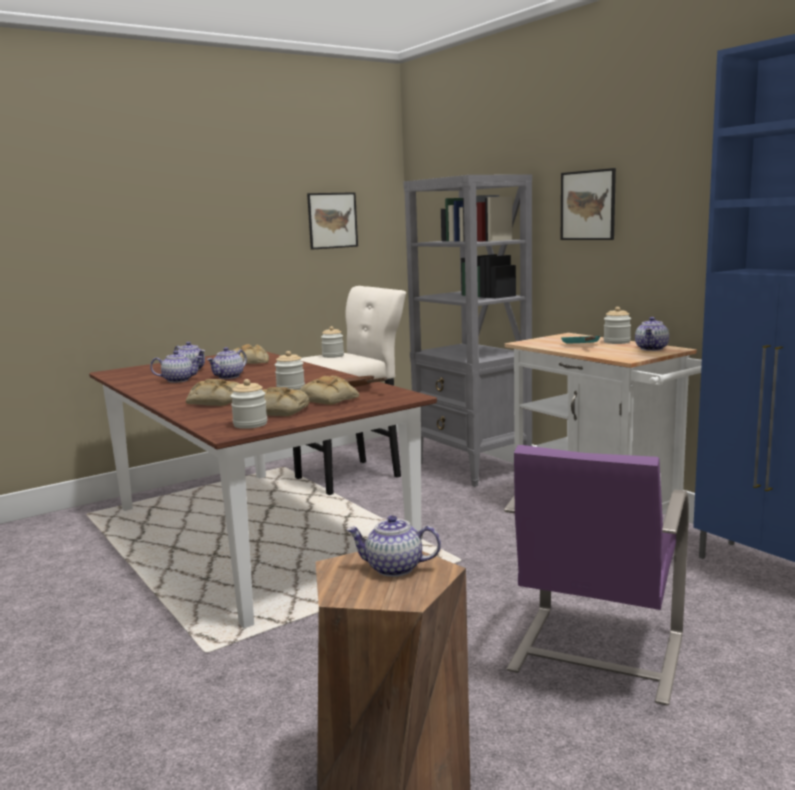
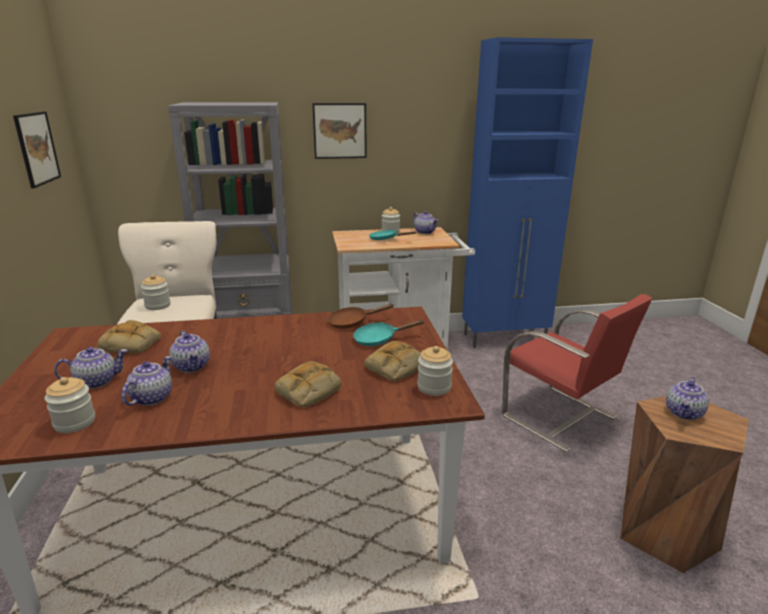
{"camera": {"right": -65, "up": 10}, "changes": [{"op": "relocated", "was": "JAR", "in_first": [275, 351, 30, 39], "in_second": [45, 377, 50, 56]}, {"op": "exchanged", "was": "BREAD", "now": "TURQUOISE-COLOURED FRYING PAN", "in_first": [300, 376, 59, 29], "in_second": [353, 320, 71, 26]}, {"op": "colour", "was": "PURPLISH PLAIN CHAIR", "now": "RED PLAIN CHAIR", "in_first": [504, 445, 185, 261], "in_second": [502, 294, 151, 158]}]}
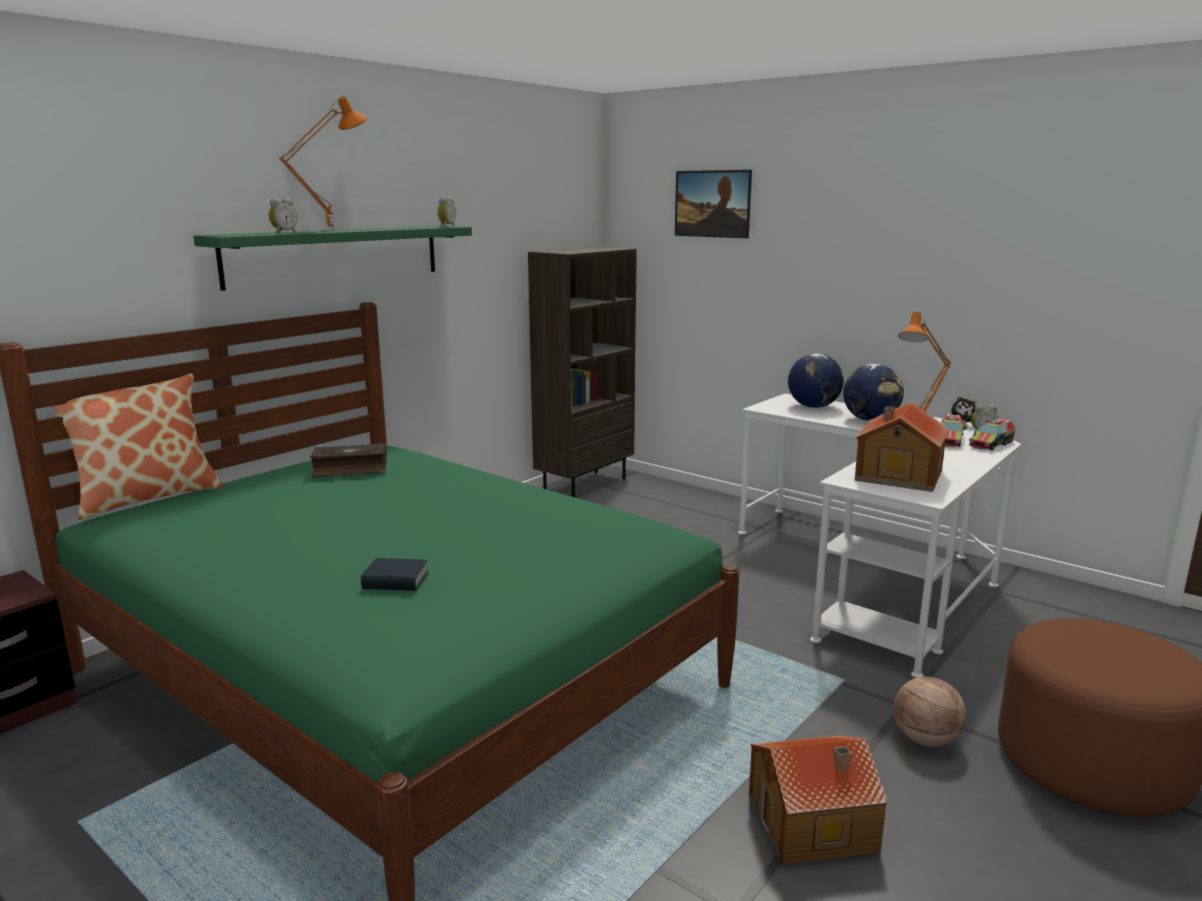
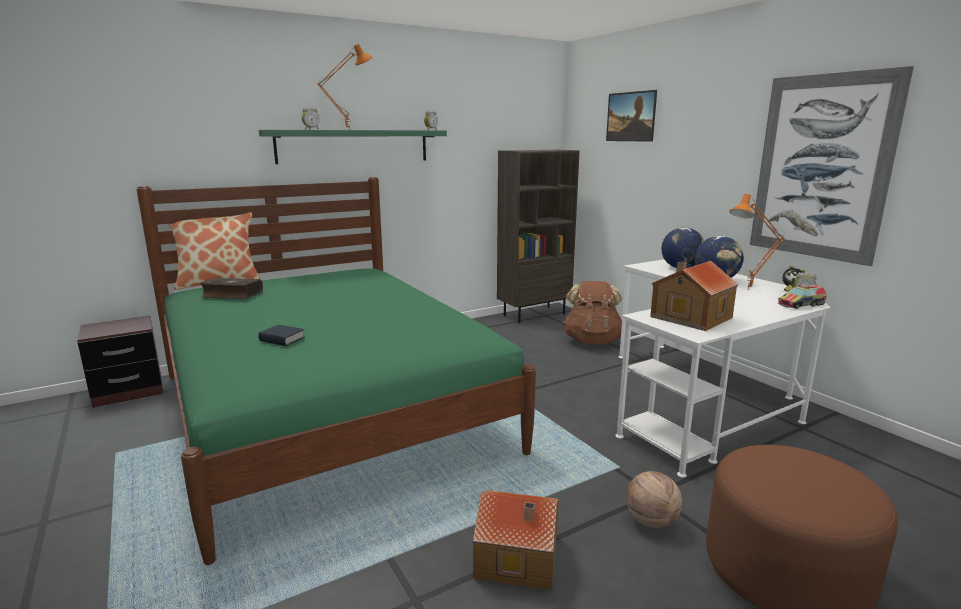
{"camera": {"right": 20, "up": 0}, "changes": [{"op": "missing", "was": "TOY TRUCK", "in_first": [941, 414, 23, 33]}, {"op": "relocated", "was": "VOLUME", "in_first": [310, 443, 77, 34], "in_second": [200, 278, 63, 21]}, {"op": "appeared", "now": "WALL PICTURE", "in_second": [750, 66, 164, 200]}, {"op": "appeared", "now": "BROWN RUCKSACK", "in_second": [563, 281, 59, 63]}]}
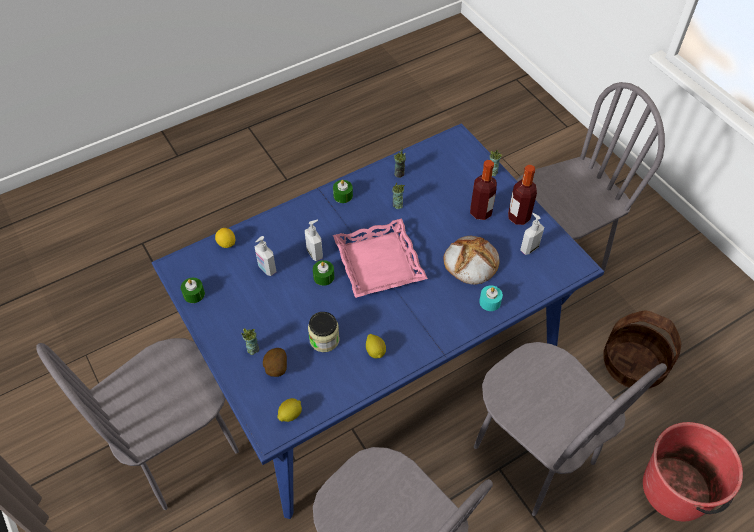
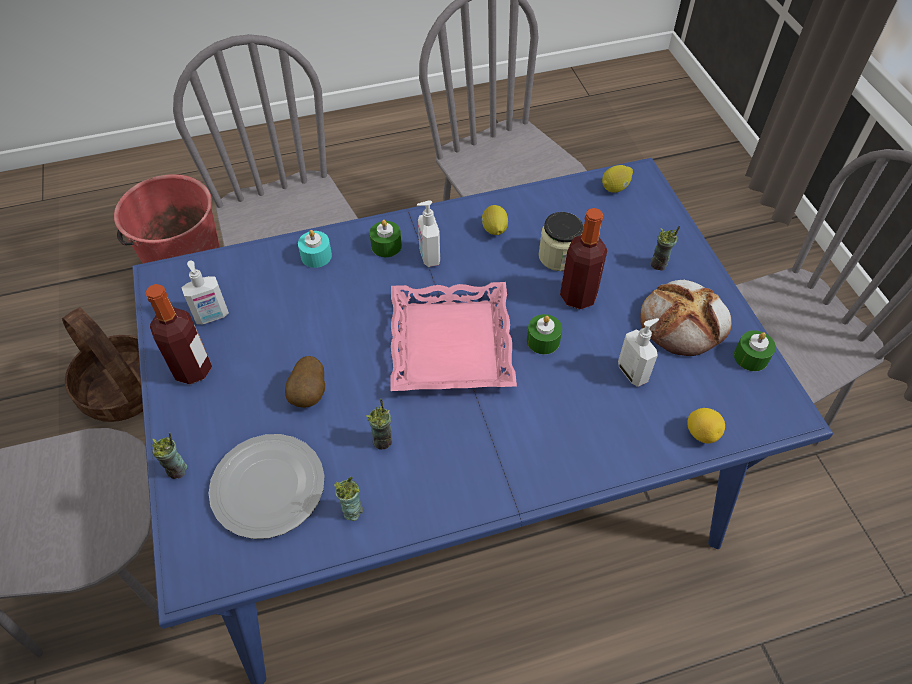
{"camera": {"right": -165, "up": 0}, "changes": [{"op": "relocated", "was": "BEVERAGE BOTTLE", "in_first": [470, 160, 27, 60], "in_second": [560, 208, 47, 101]}, {"op": "relocated", "was": "GREEN WAX LIGHT", "in_first": [333, 180, 20, 23], "in_second": [370, 220, 32, 37]}, {"op": "relocated", "was": "SOAP DISPENSER", "in_first": [305, 220, 18, 41], "in_second": [417, 200, 23, 67]}, {"op": "relocated", "was": "BREAD", "in_first": [443, 236, 57, 49], "in_second": [640, 279, 92, 77]}, {"op": "relocated", "was": "POTATO", "in_first": [263, 348, 24, 29], "in_second": [285, 356, 40, 52]}, {"op": "appeared", "now": "PLATE", "in_second": [209, 434, 116, 105]}]}
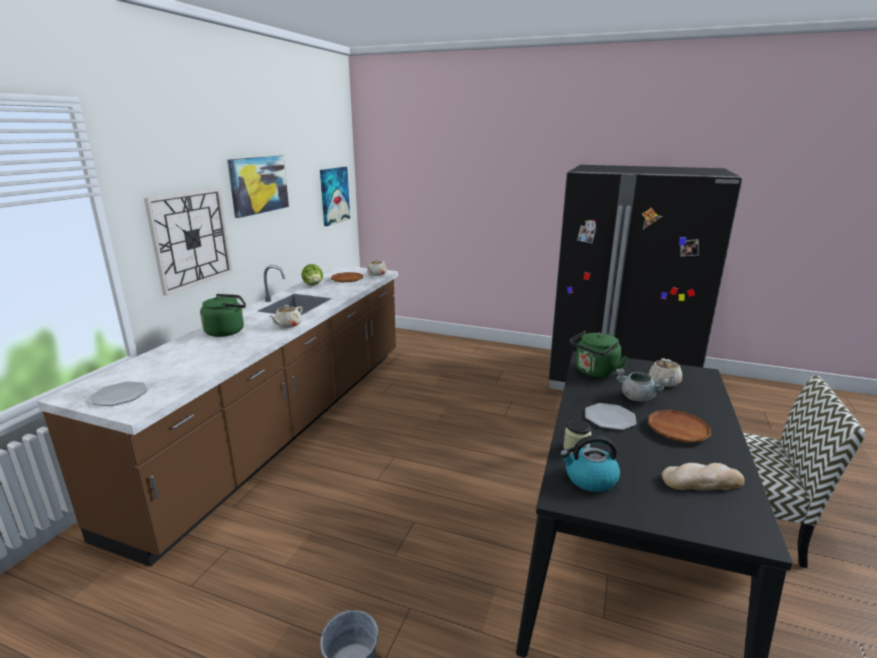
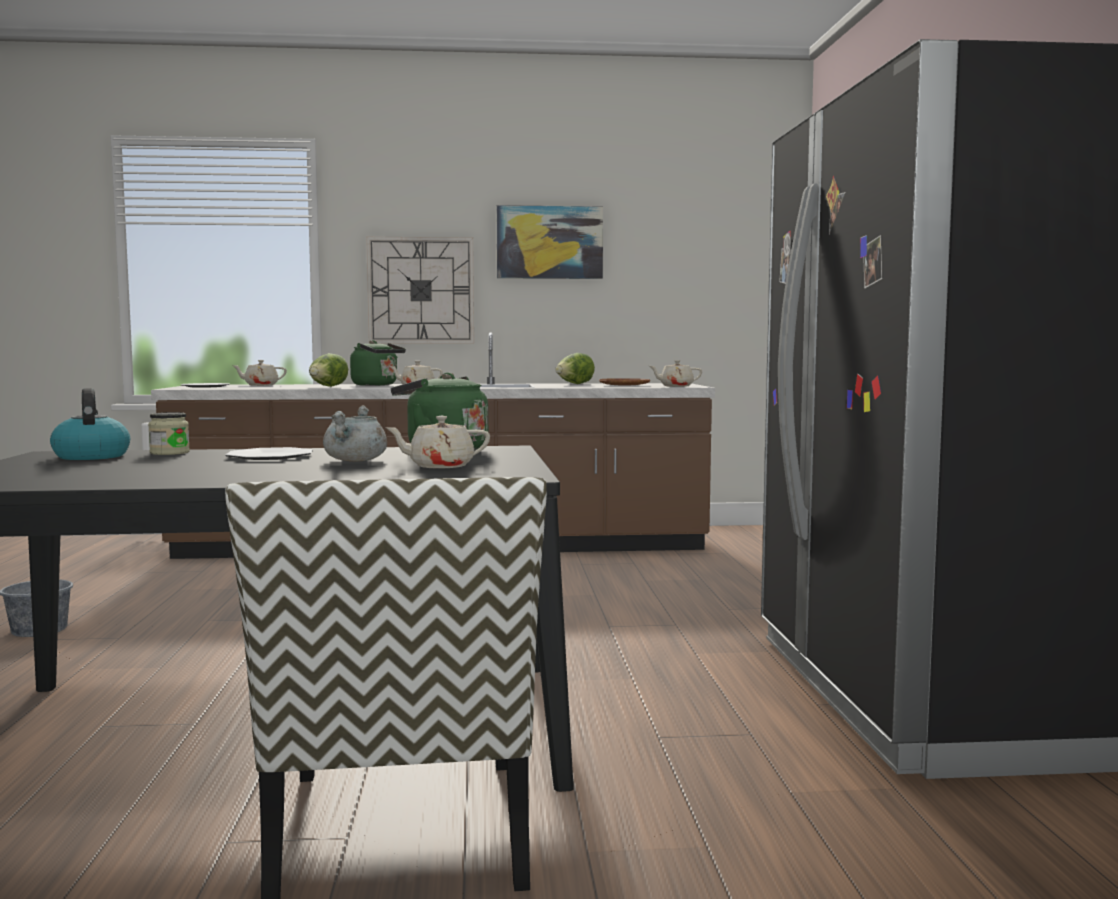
{"camera": {"right": 65, "up": -15}, "changes": [{"op": "missing", "was": "WALL PICTURE", "in_first": [320, 167, 30, 59]}, {"op": "missing", "was": "BROWN PLATE", "in_first": [648, 409, 63, 34]}, {"op": "missing", "was": "BREAD", "in_first": [662, 463, 83, 28]}, {"op": "appeared", "now": "LETTUCE HEAD", "in_second": [309, 353, 39, 34]}, {"op": "appeared", "now": "BEIGE POT FOR TEA", "in_second": [232, 360, 55, 26]}]}
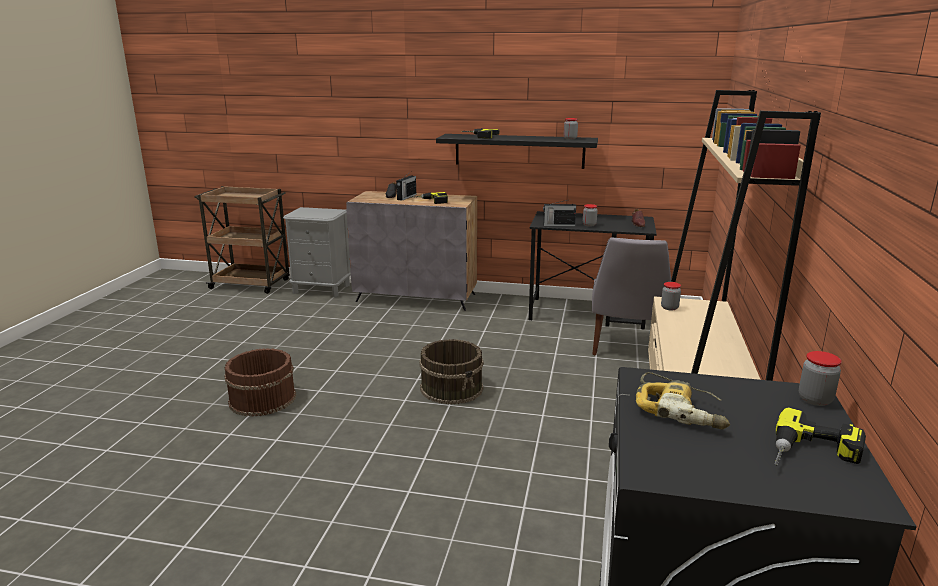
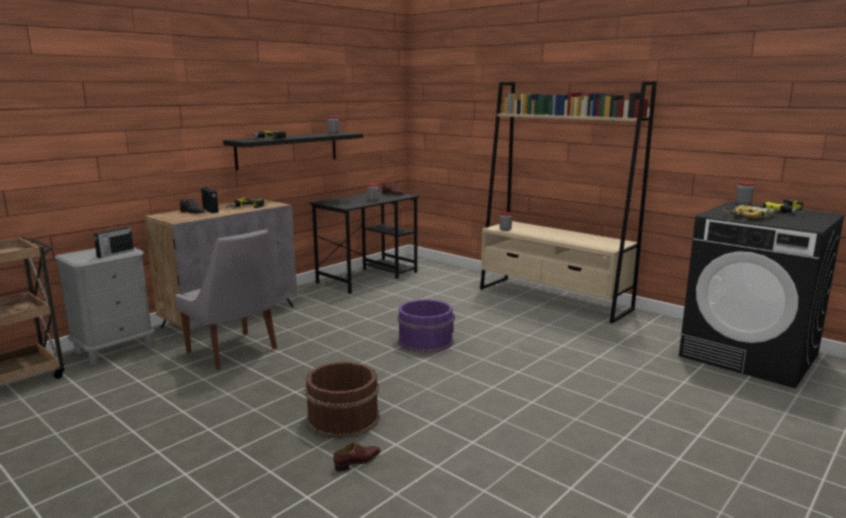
{"camera": {"right": -60, "up": -5}, "changes": [{"op": "relocated", "was": "RADIO SET", "in_first": [543, 199, 33, 28], "in_second": [93, 223, 41, 35]}, {"op": "relocated", "was": "GRAY PLAIN CHAIR", "in_first": [592, 237, 79, 118], "in_second": [175, 229, 102, 141]}, {"op": "colour", "was": "BROWN PAIL", "now": "PURPLISH PAIL", "in_first": [419, 339, 65, 66], "in_second": [397, 300, 58, 53]}, {"op": "appeared", "now": "BROWN ITEM OF FOOTWEAR", "in_second": [333, 442, 48, 30]}]}
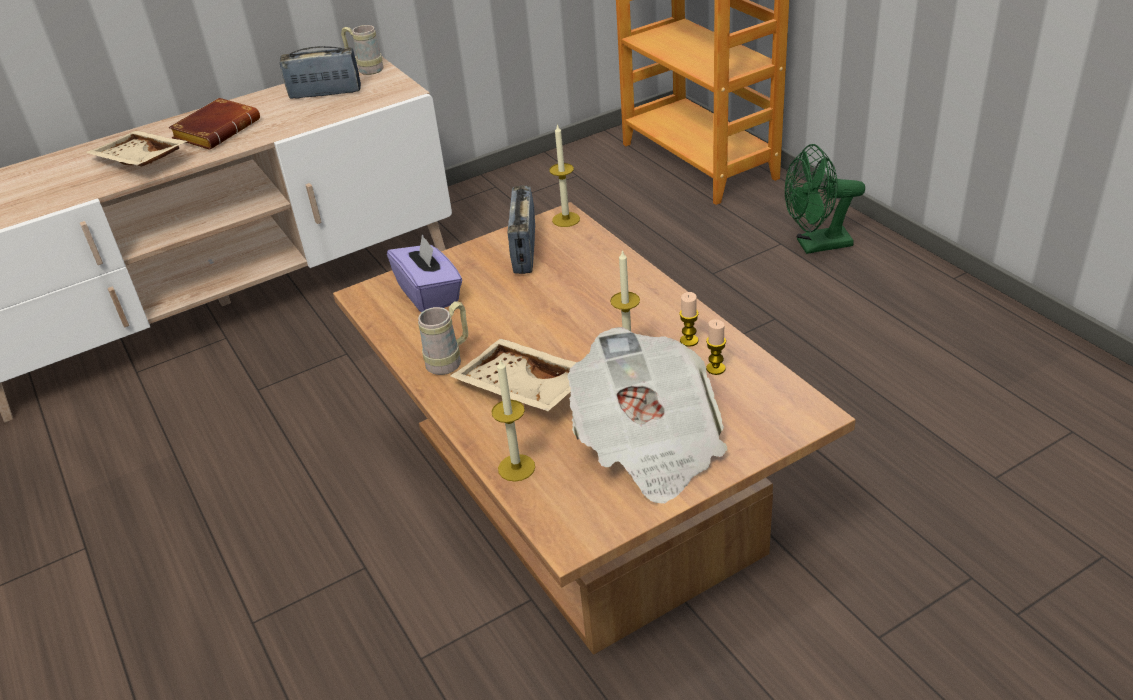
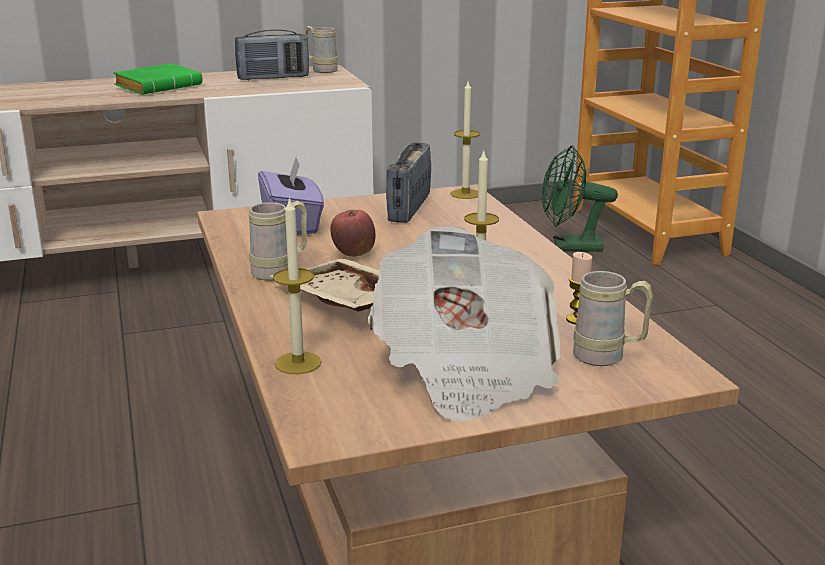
{"camera": {"right": 10, "up": -15}, "changes": [{"op": "spun", "was": "RADIO SET", "in_first": [280, 46, 81, 53], "in_second": [235, 29, 74, 51], "clockwise": 150}, {"op": "colour", "was": "BROWN VOLUME", "now": "GREEN VOLUME", "in_first": [169, 98, 91, 52], "in_second": [113, 63, 89, 32]}, {"op": "missing", "was": "BEIGE CARRYING TRAY", "in_first": [86, 131, 101, 35]}, {"op": "relocated", "was": "GREEN FAN", "in_first": [785, 144, 80, 110], "in_second": [542, 145, 76, 107]}, {"op": "missing", "was": "WAX LIGHT", "in_first": [679, 292, 20, 55]}, {"op": "appeared", "now": "APPLE FRUIT", "in_second": [330, 210, 45, 47]}, {"op": "appeared", "now": "BEIGE TEA MUG", "in_second": [573, 271, 80, 95]}]}
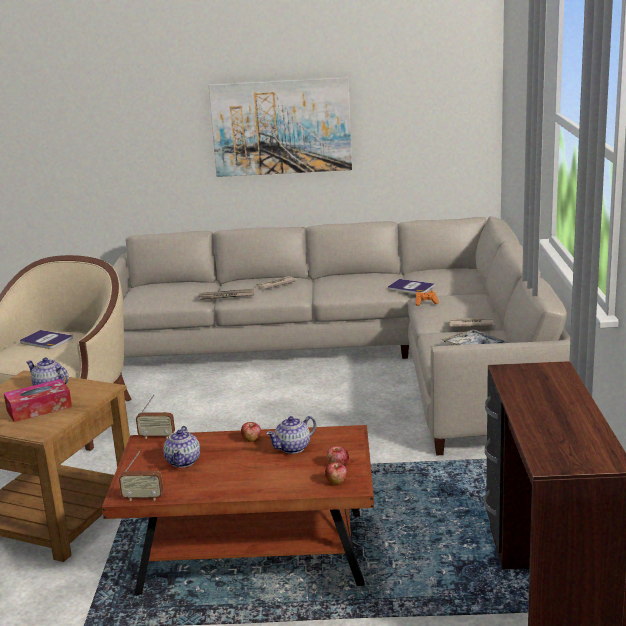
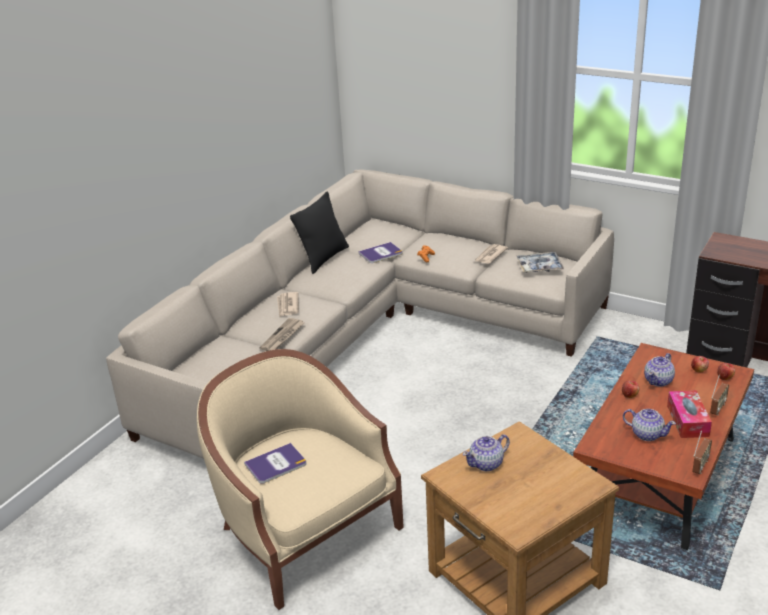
{"camera": {"right": -60, "up": 10}, "changes": [{"op": "missing", "was": "WALL PICTURE", "in_first": [208, 77, 144, 100]}, {"op": "relocated", "was": "TISSUE HOLDER", "in_first": [4, 379, 68, 43], "in_second": [667, 390, 45, 48]}, {"op": "relocated", "was": "RADIO SET", "in_first": [136, 395, 39, 44], "in_second": [710, 375, 19, 40]}, {"op": "spun", "was": "POT FOR TEA", "in_first": [266, 416, 50, 38], "in_second": [644, 353, 31, 34], "clockwise": 45}, {"op": "appeared", "now": "BLACK CUSHION", "in_second": [290, 191, 59, 83]}]}
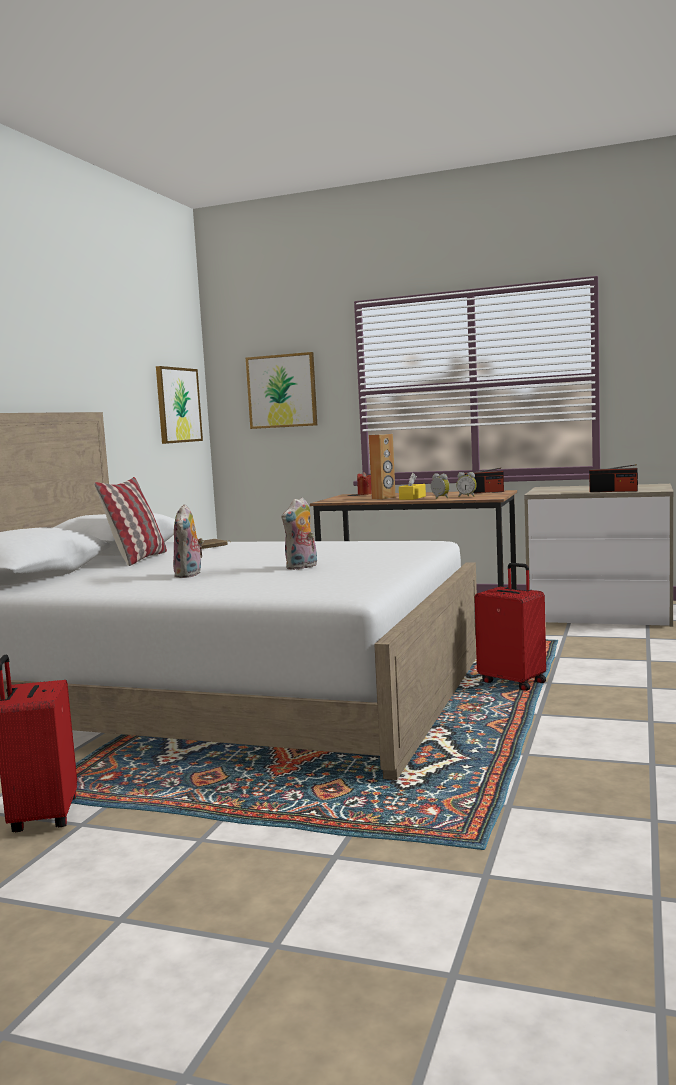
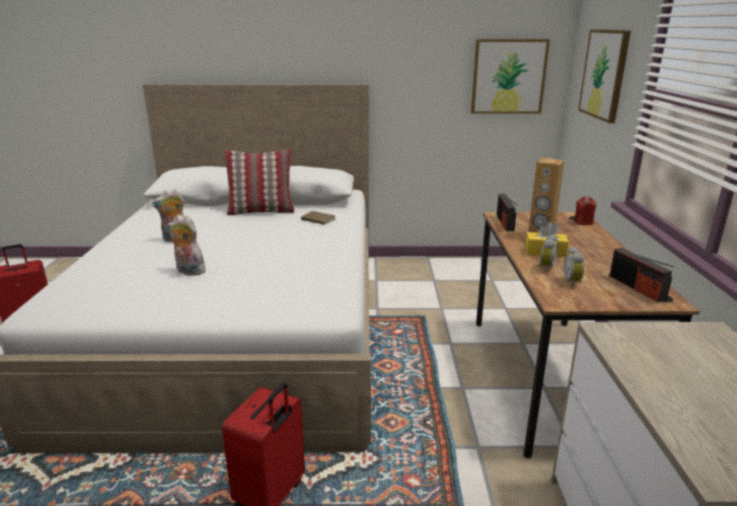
{"camera": {"right": 70, "up": 15}, "changes": [{"op": "relocated", "was": "RADIO SET", "in_first": [589, 464, 49, 28], "in_second": [497, 194, 20, 37]}]}
